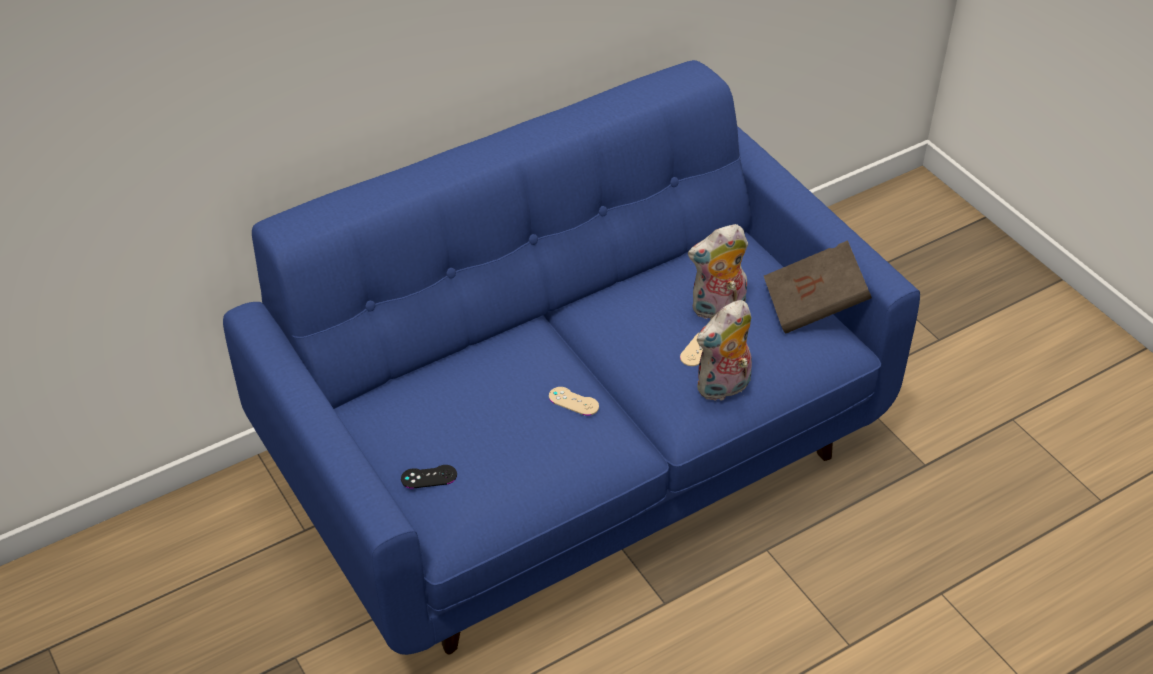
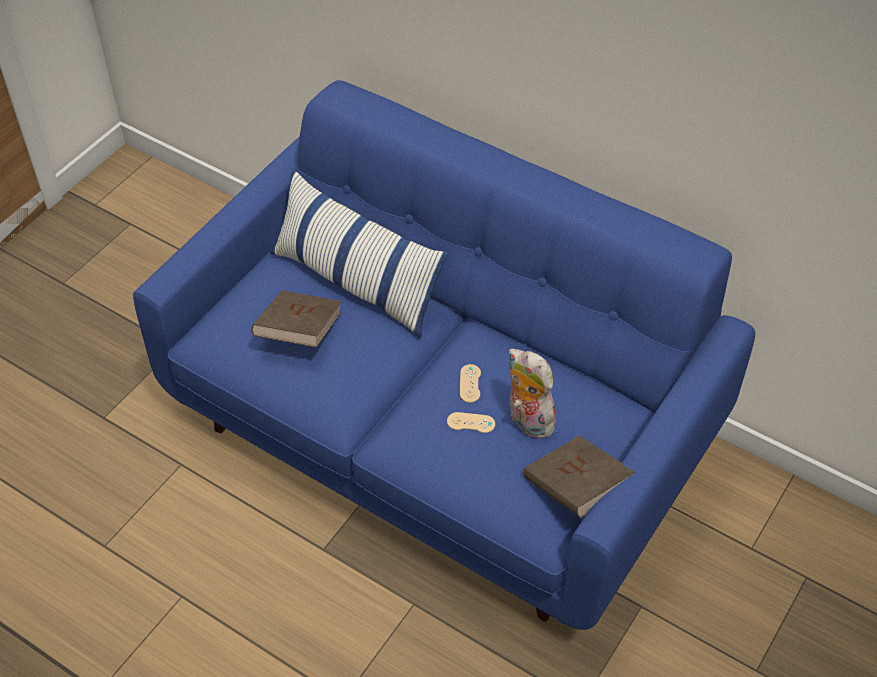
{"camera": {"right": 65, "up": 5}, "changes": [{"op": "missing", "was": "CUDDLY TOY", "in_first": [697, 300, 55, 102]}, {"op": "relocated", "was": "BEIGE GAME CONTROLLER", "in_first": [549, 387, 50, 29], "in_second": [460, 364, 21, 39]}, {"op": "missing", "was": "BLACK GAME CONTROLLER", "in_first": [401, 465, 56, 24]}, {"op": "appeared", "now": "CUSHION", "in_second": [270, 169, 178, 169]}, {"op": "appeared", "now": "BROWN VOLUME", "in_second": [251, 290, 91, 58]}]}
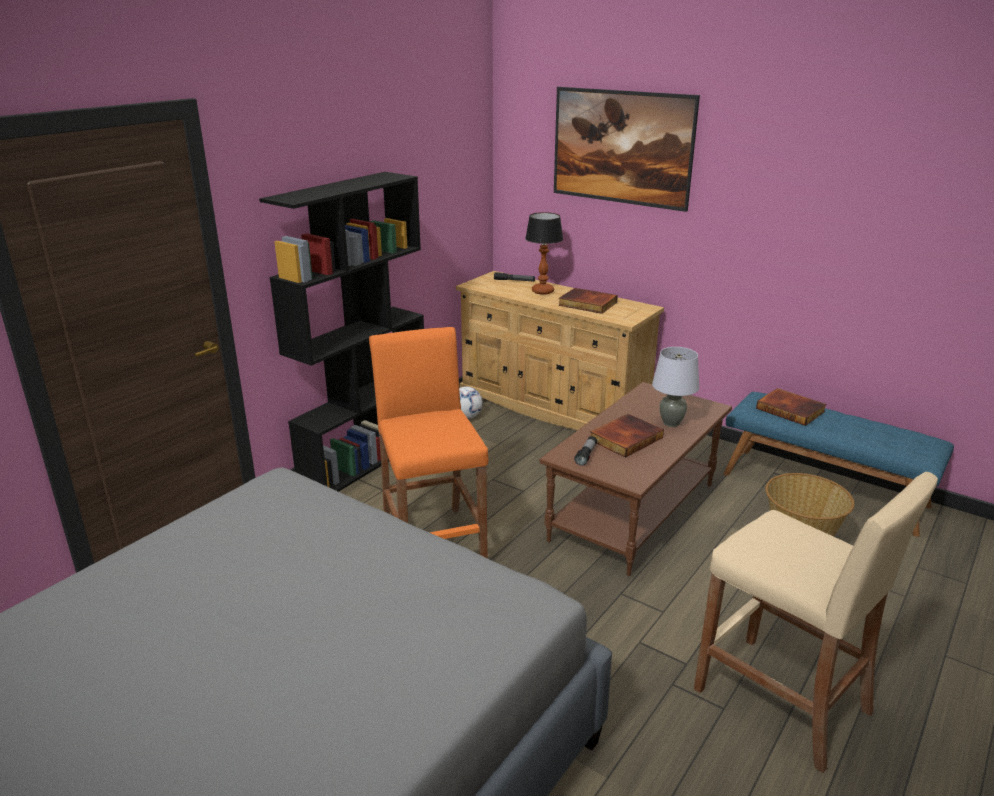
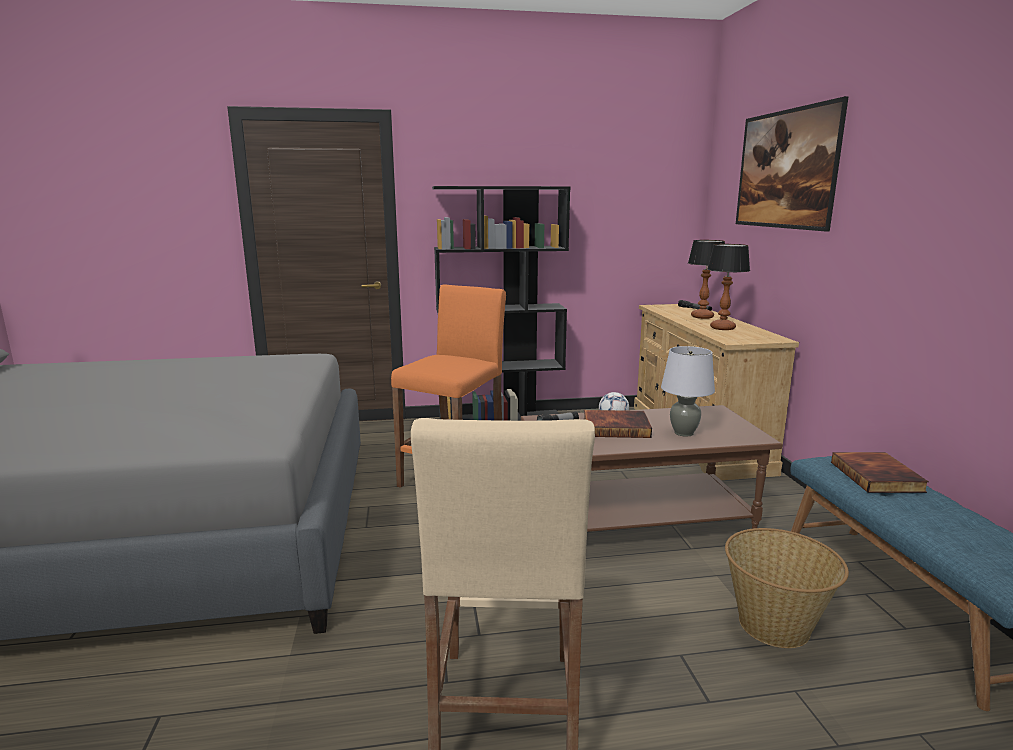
{"camera": {"right": 45, "up": -10}, "changes": [{"op": "exchanged", "was": "VOLUME", "now": "TABLE LAMP", "in_first": [558, 288, 60, 26], "in_second": [707, 244, 43, 86]}]}
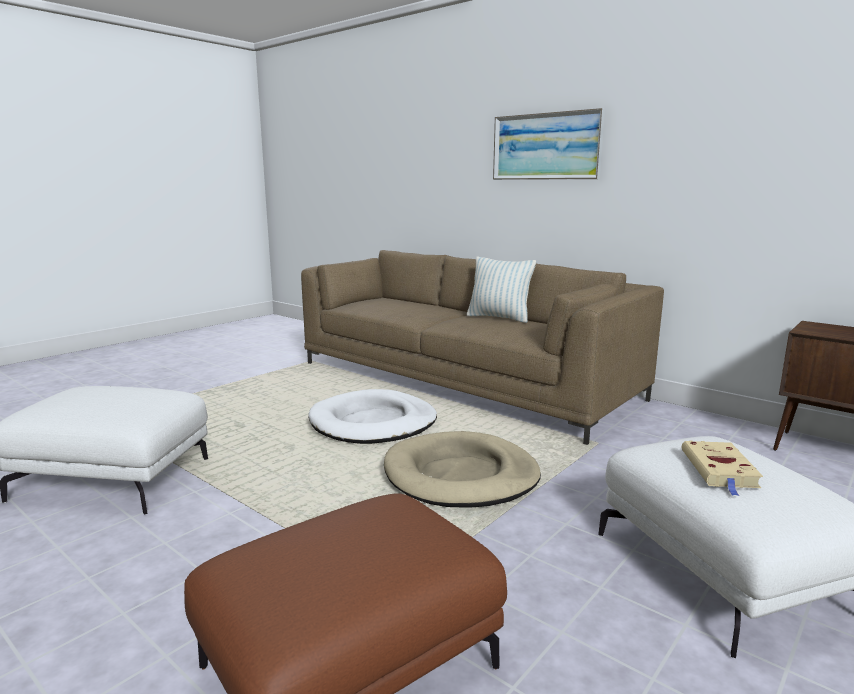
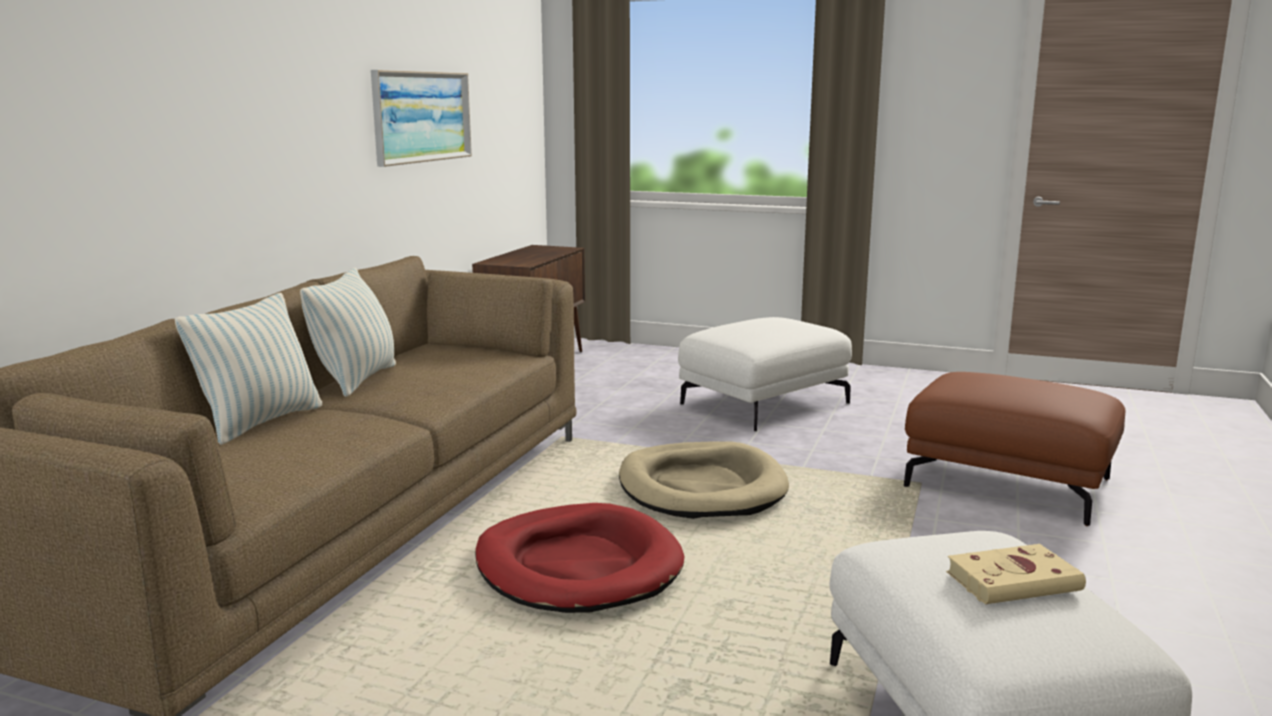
{"camera": {"right": -110, "up": 0}, "changes": [{"op": "relocated", "was": "WALL PICTURE", "in_first": [493, 108, 112, 72], "in_second": [371, 70, 101, 97]}, {"op": "colour", "was": "WHITE-COLOURED DOG BED", "now": "RED DOG BED", "in_first": [308, 389, 129, 55], "in_second": [475, 503, 209, 110]}, {"op": "relocated", "was": "BEIGE VOLUME", "in_first": [682, 441, 81, 55], "in_second": [946, 544, 140, 60]}, {"op": "appeared", "now": "CUSHION", "in_second": [175, 293, 147, 152]}]}
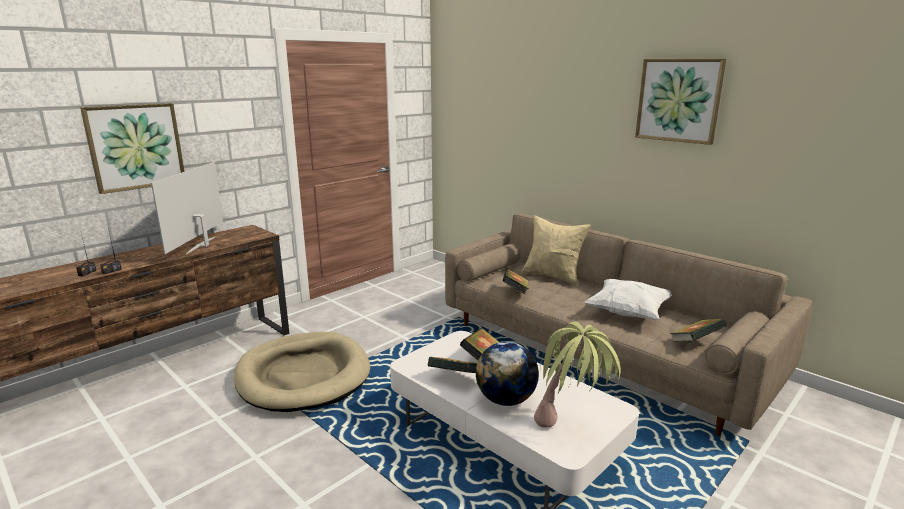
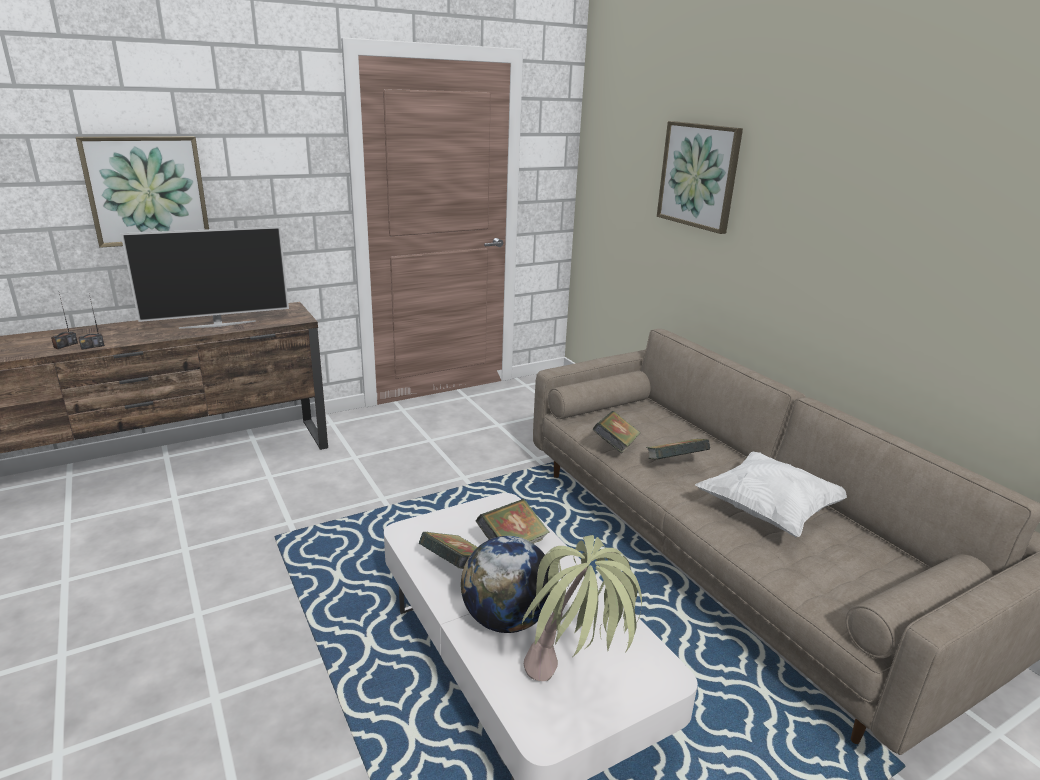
{"camera": {"right": 15, "up": 5}, "changes": [{"op": "relocated", "was": "WALL PICTURE", "in_first": [635, 59, 91, 86], "in_second": [657, 121, 86, 113]}, {"op": "spun", "was": "TV", "in_first": [151, 162, 72, 93], "in_second": [121, 226, 168, 103], "clockwise": -135}, {"op": "missing", "was": "BEIGE CUSHION", "in_first": [522, 215, 69, 71]}, {"op": "relocated", "was": "VOLUME", "in_first": [671, 319, 56, 23], "in_second": [646, 439, 64, 21]}, {"op": "missing", "was": "BEIGE DOG BED", "in_first": [234, 332, 136, 80]}]}
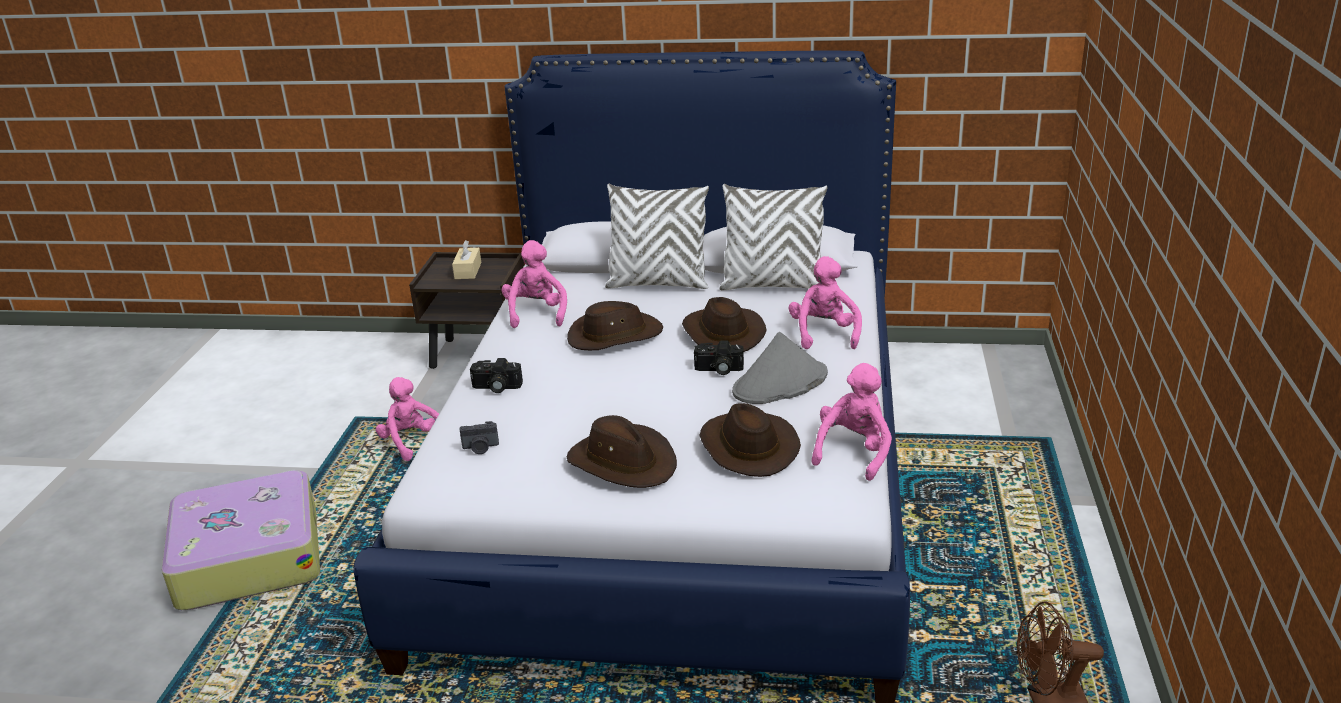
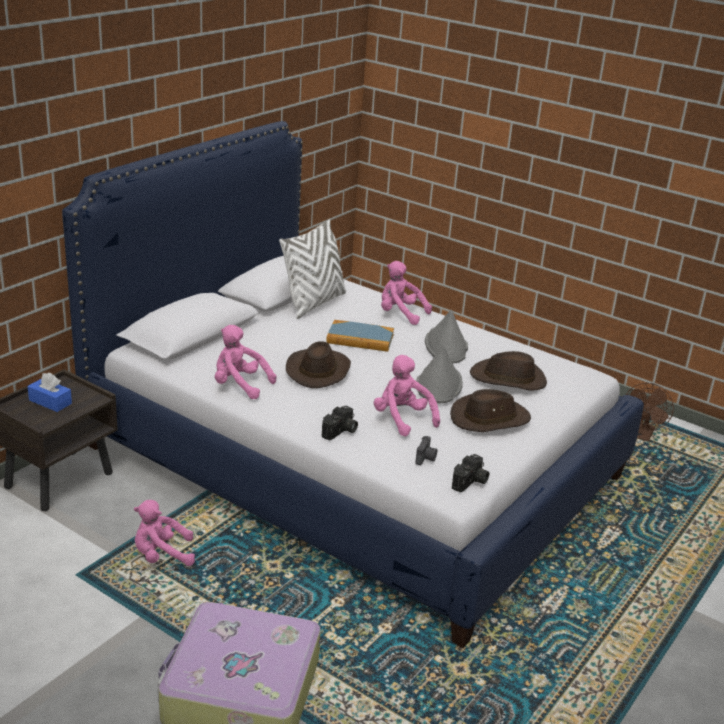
{"camera": {"right": -65, "up": 0}, "changes": [{"op": "missing", "was": "WHITE-COLOURED CUSHION", "in_first": [605, 183, 104, 106]}, {"op": "colour", "was": "BEIGE TISSUE HOLDER", "now": "BLUISH TISSUE HOLDER", "in_first": [452, 240, 29, 39], "in_second": [28, 372, 44, 40]}, {"op": "exchanged", "was": "BROWN HAT", "now": "VOLUME", "in_first": [682, 297, 85, 55], "in_second": [326, 320, 68, 32]}, {"op": "relocated", "was": "STILL CAMERA", "in_first": [694, 341, 50, 34], "in_second": [452, 454, 37, 38]}, {"op": "relocated", "was": "PINKISH CUDDLY TOY", "in_first": [812, 363, 80, 118], "in_second": [374, 355, 66, 81]}, {"op": "appeared", "now": "GRAY HAT", "in_second": [416, 345, 47, 58]}]}
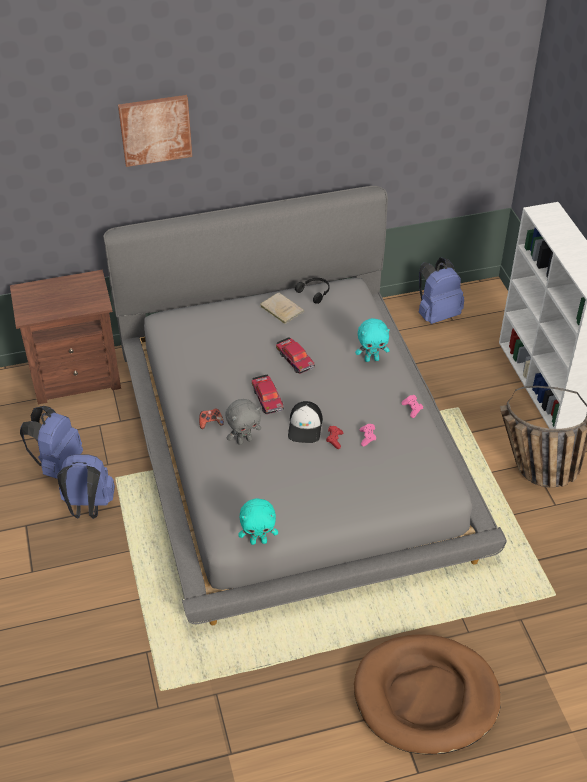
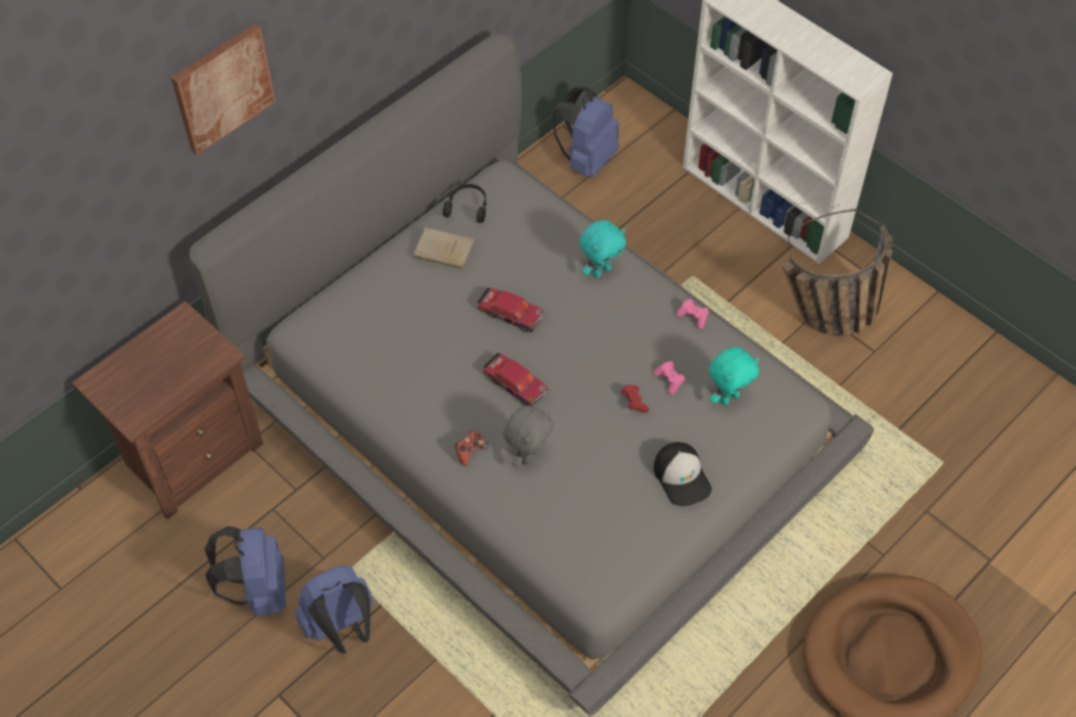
{"camera": {"right": -30, "up": 10}, "changes": [{"op": "relocated", "was": "PEAKED CAP", "in_first": [288, 401, 35, 42], "in_second": [654, 442, 58, 64]}, {"op": "relocated", "was": "TURQUOISE-COLOURED CUDDLY TOY", "in_first": [238, 498, 40, 47], "in_second": [709, 347, 50, 58]}]}
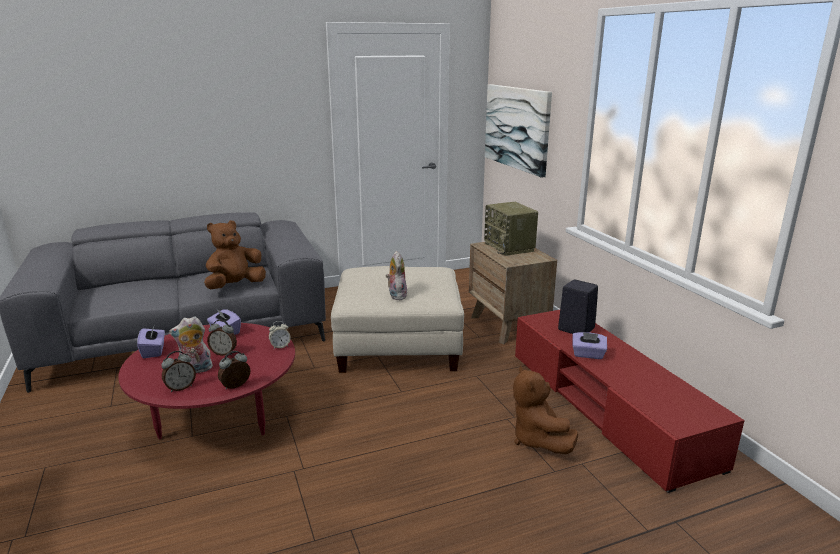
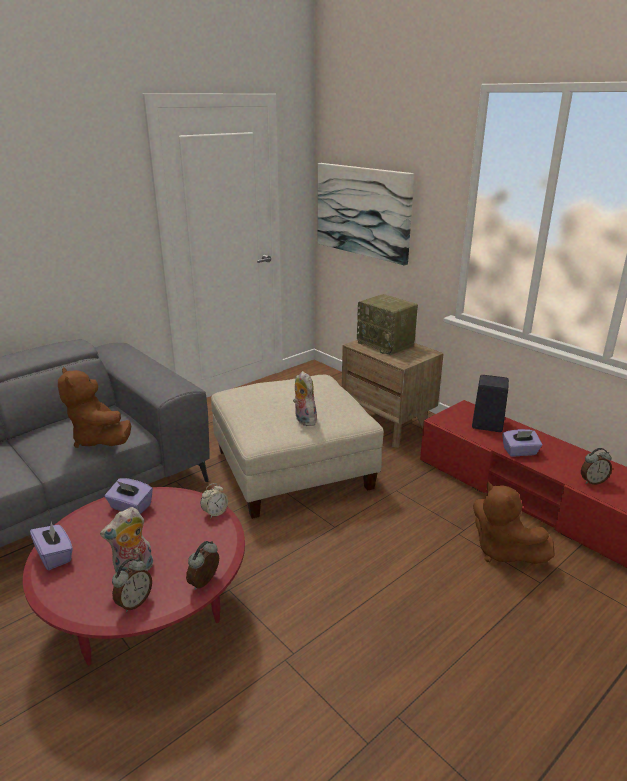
{"camera": {"right": -20, "up": 5}, "changes": [{"op": "spun", "was": "BROWN CUDDLY TOY", "in_first": [204, 221, 62, 68], "in_second": [58, 367, 73, 81], "clockwise": -60}, {"op": "relocated", "was": "ALARM CLOCK", "in_first": [207, 319, 30, 37], "in_second": [581, 448, 31, 37]}]}
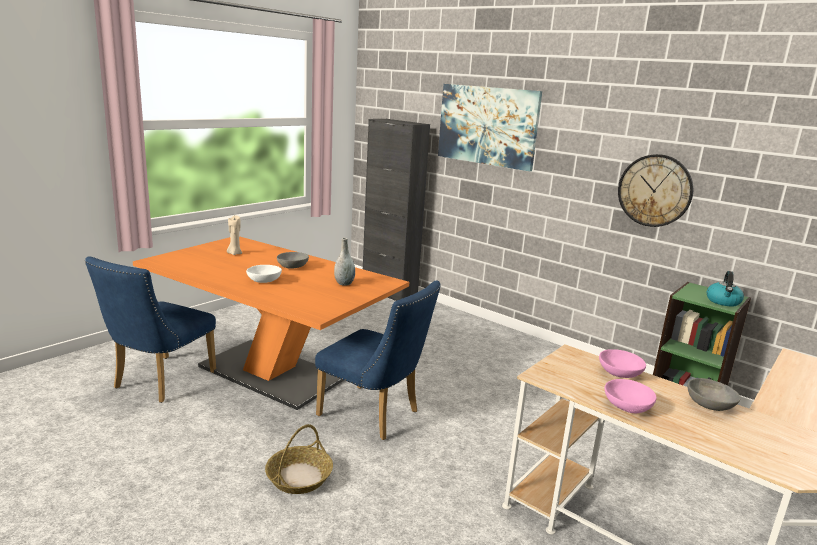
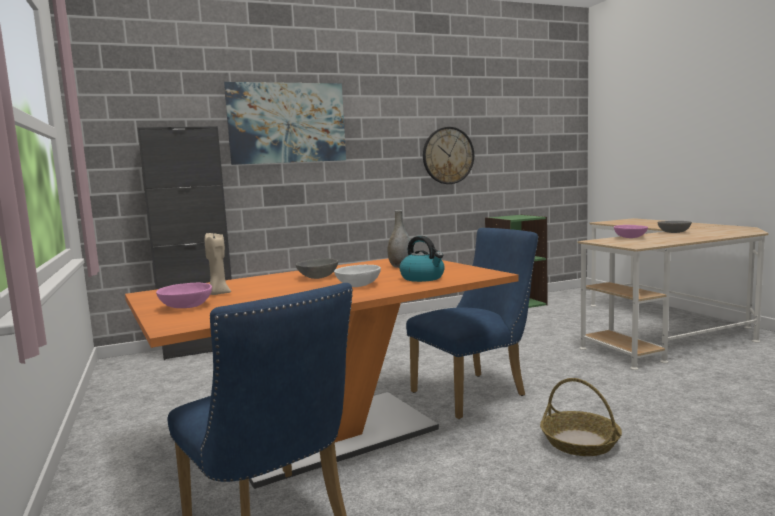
{"camera": {"right": -60, "up": -10}, "changes": [{"op": "relocated", "was": "WATER KETTLE", "in_first": [707, 271, 37, 36], "in_second": [400, 236, 45, 46]}, {"op": "relocated", "was": "PINKISH SERVING BOWL", "in_first": [604, 379, 53, 34], "in_second": [156, 283, 56, 25]}]}
